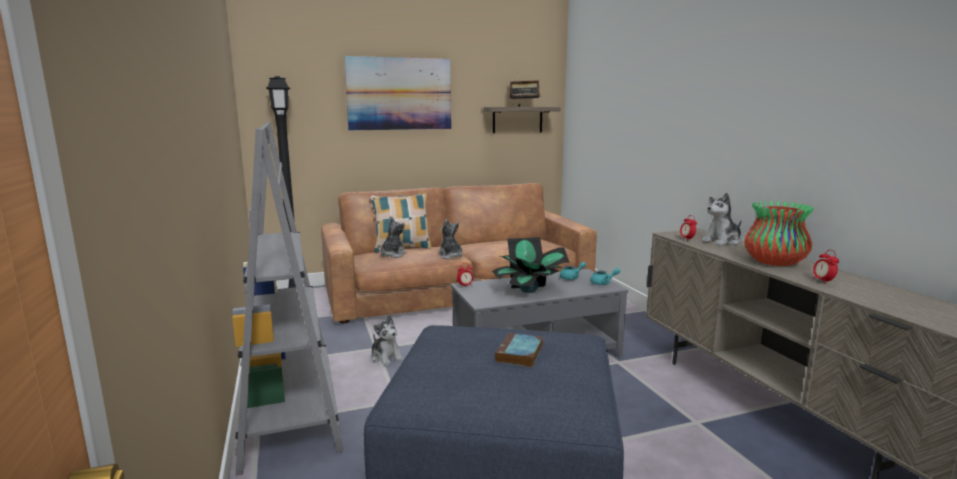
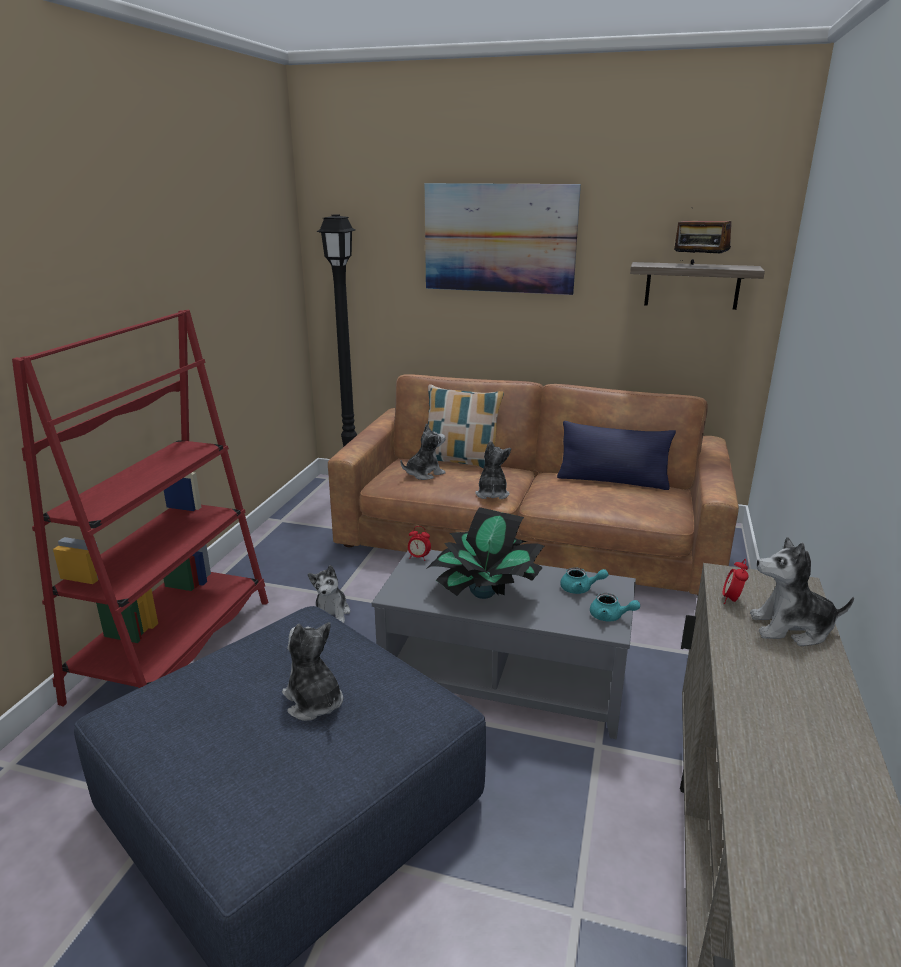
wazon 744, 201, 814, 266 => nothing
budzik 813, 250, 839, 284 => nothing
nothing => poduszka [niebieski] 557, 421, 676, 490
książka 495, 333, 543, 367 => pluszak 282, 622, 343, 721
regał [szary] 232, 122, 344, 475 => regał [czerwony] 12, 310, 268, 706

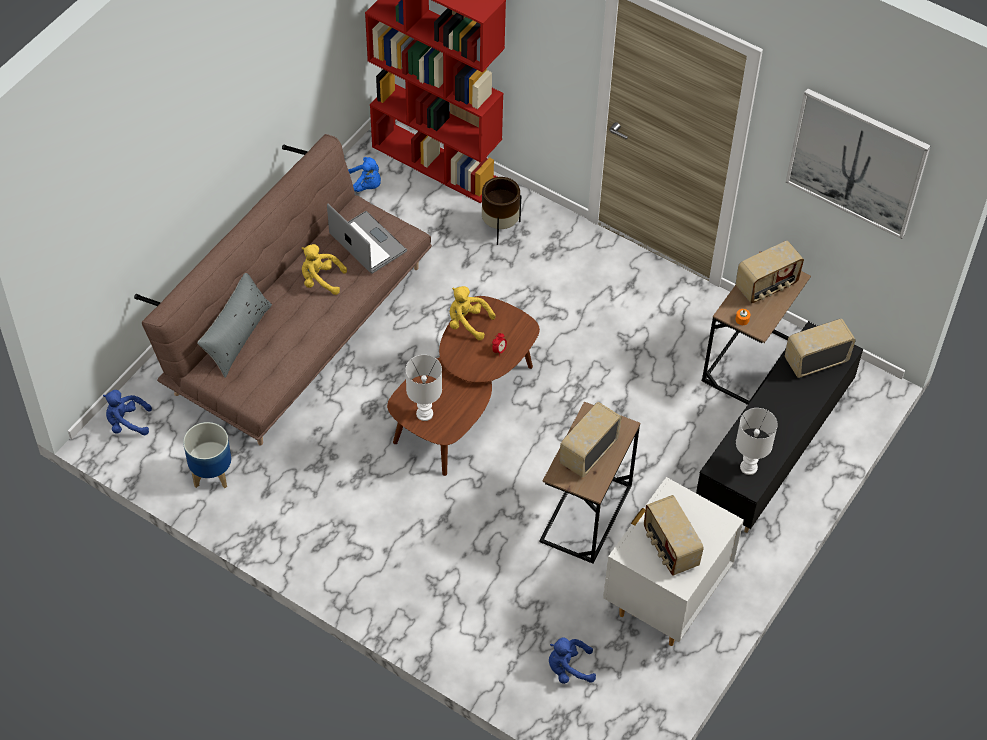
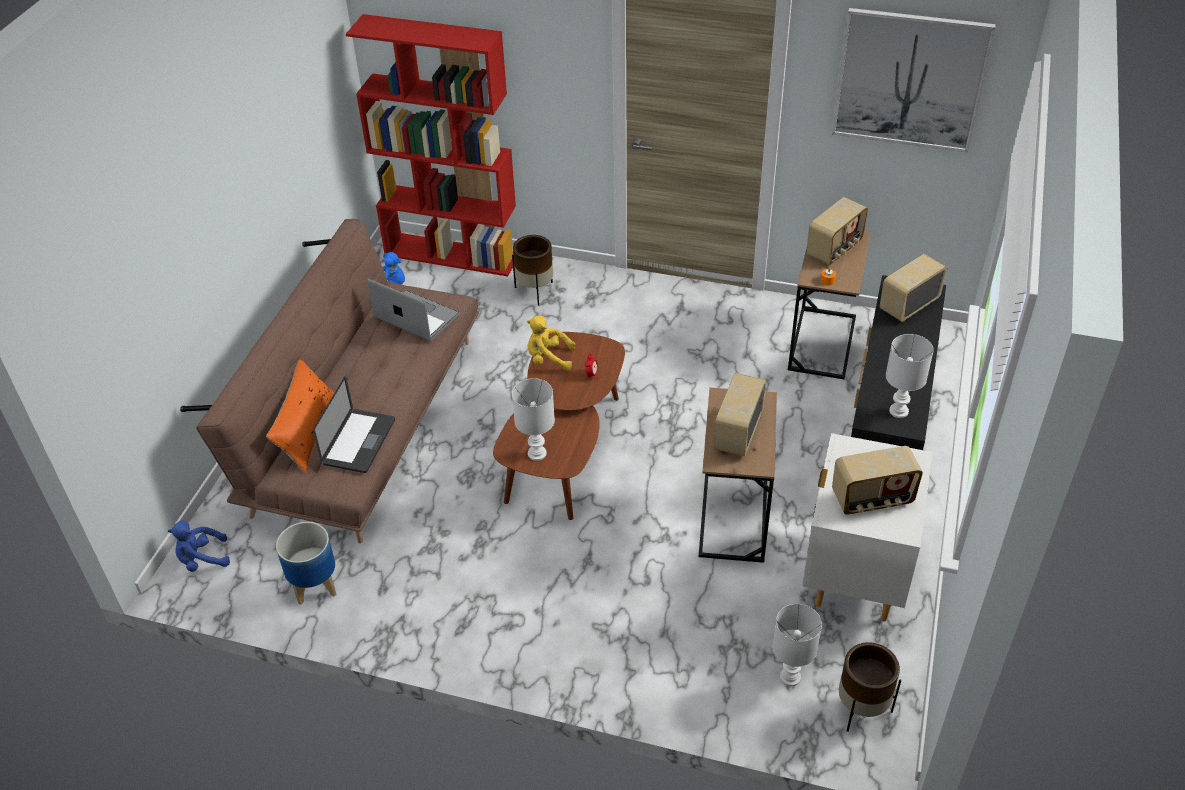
pluszak [żółty] 302, 244, 347, 295 => nothing
nothing => laptop 313, 376, 395, 473
nothing => donica [brązowy] 839, 642, 901, 732
pluszak [niebieski] 549, 637, 596, 684 => lampa stołowa [biały] 773, 604, 822, 686
poduszka [szary] 197, 273, 272, 378 => poduszka [pomarańczowy] 266, 360, 334, 473
radio 644, 495, 704, 576 => radio 832, 446, 923, 515, 60 degrees counterclockwise

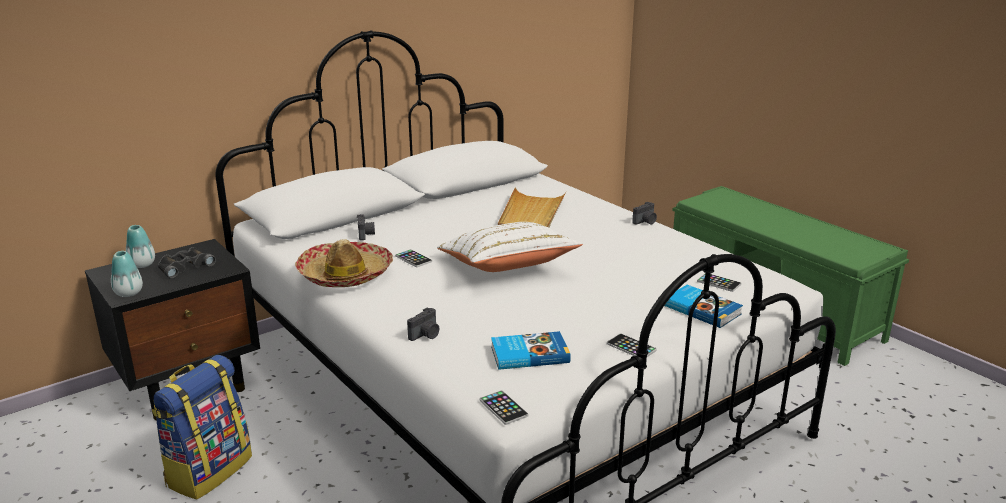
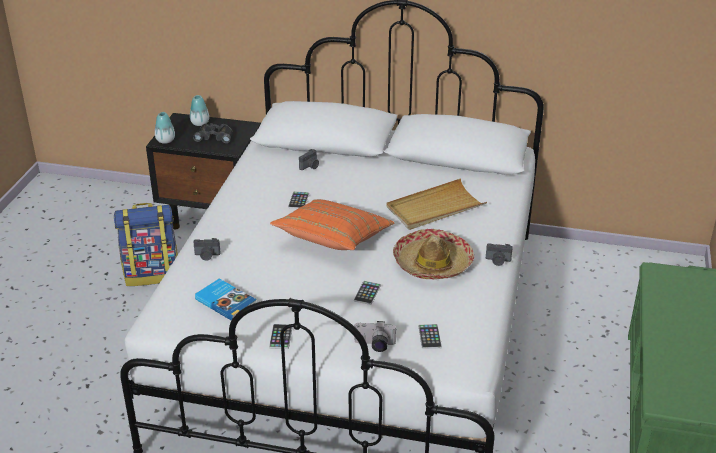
kapelusz 295, 239, 393, 287 => kapelusz 393, 229, 474, 279, shifted
telefon 479, 390, 528, 425 => telefon 354, 281, 381, 305, shifted
książka 664, 285, 743, 328 => aparat fotograficzny 355, 321, 397, 352
poduszka [biały] 437, 222, 583, 272 => poduszka [pomarańczowy] 270, 199, 395, 250

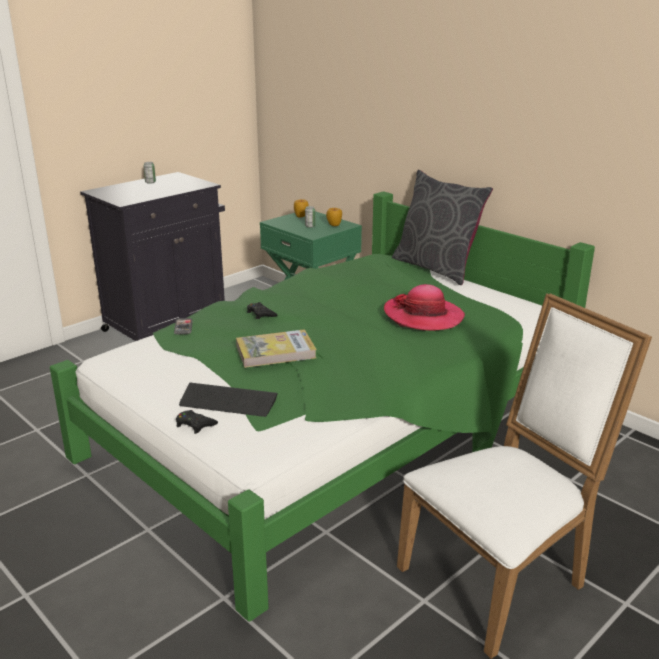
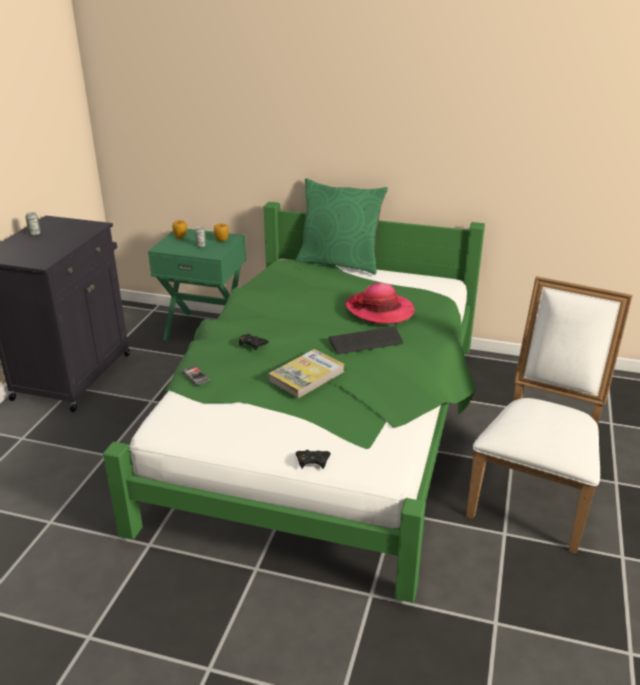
klawiatura 179, 383, 278, 417 => klawiatura 329, 327, 403, 354, shifted
poduszka [szary] 392, 170, 493, 285 => poduszka [zielony] 296, 178, 388, 275

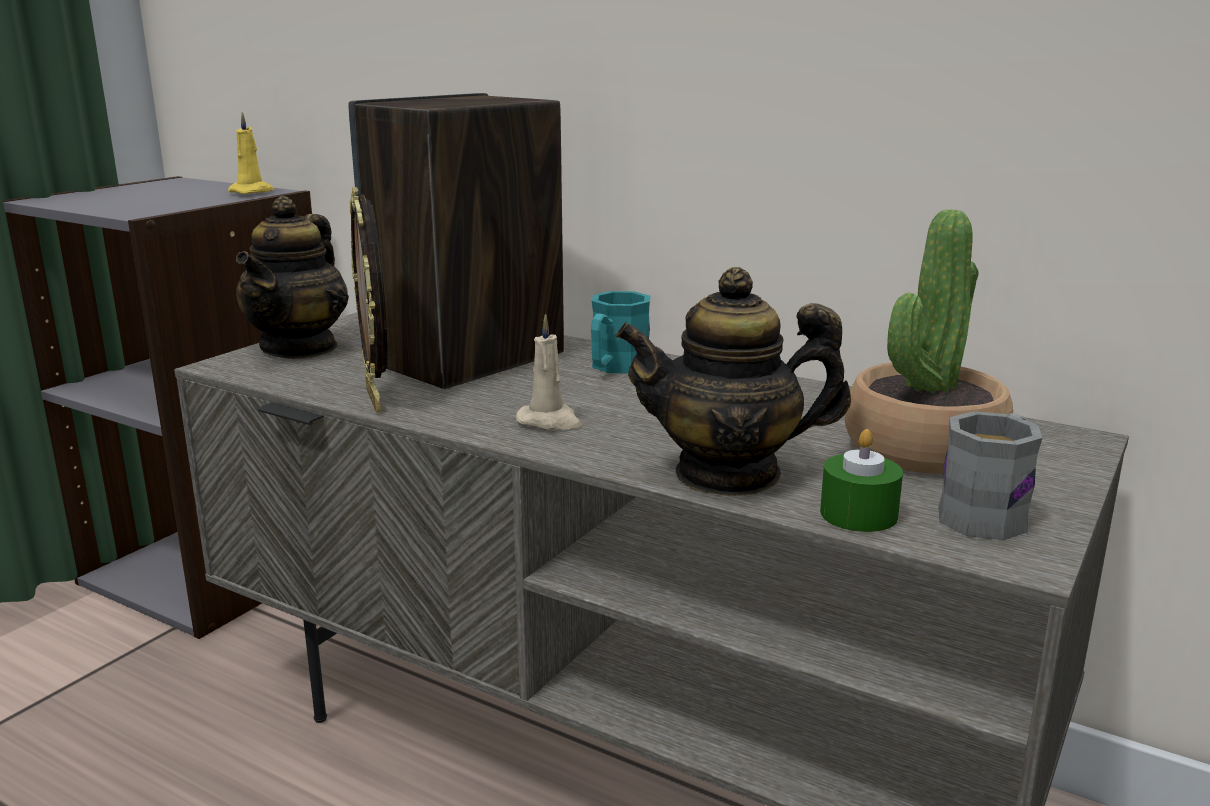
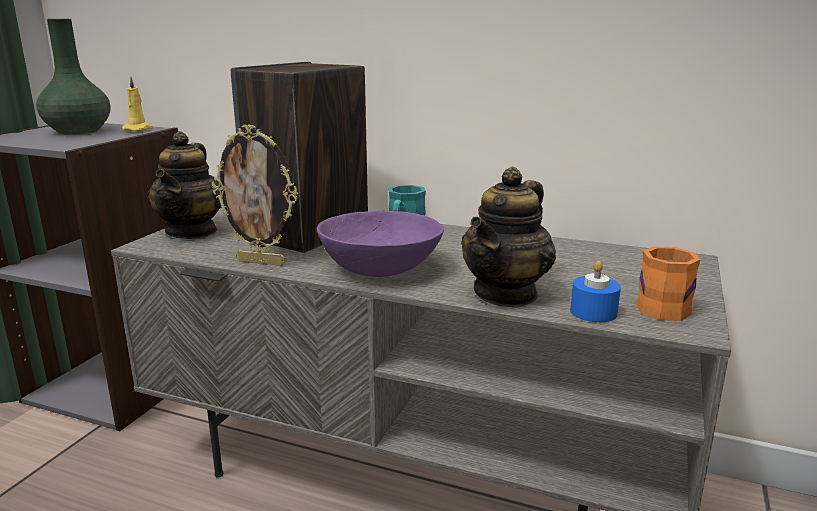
roślina doniczkowa 845, 209, 1013, 474 => nothing
nothing => wazon [zielony] 36, 19, 111, 135
świeca [beżowy] 516, 314, 582, 430 => miska [fioletowy] 317, 211, 444, 277
świeca [zielony] 820, 429, 903, 532 => świeca [niebieski] 570, 261, 621, 322
kubek [szary] 938, 411, 1042, 540 => kubek [pomarańczowy] 636, 246, 701, 321
ramka na zdjęcie 349, 187, 387, 412 => ramka na zdjęcie 212, 124, 298, 266, 45 degrees counterclockwise
imbryk 616, 267, 851, 496 => imbryk 461, 167, 556, 308, 45 degrees counterclockwise

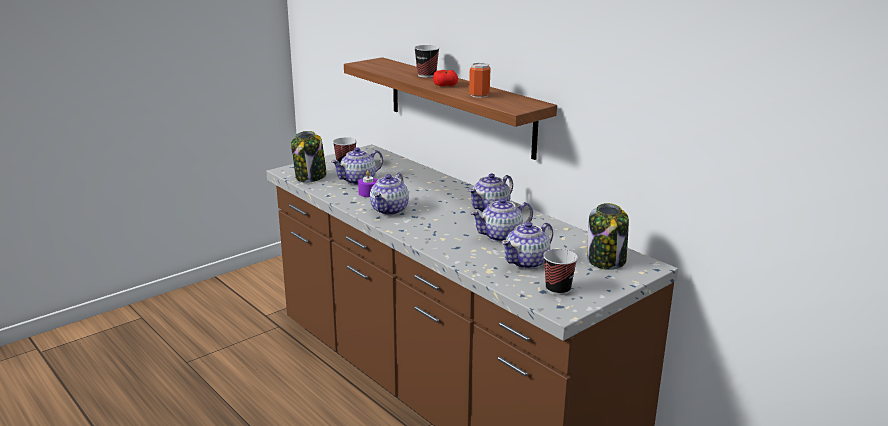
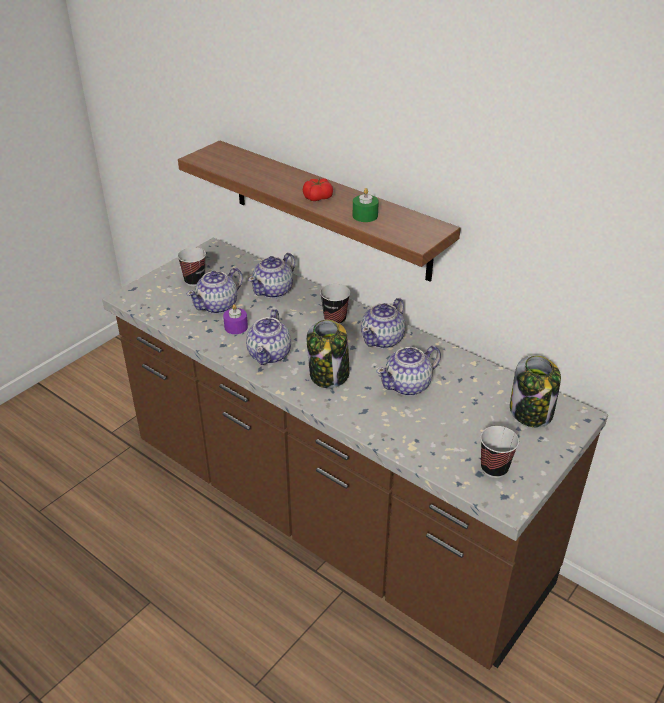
słoik 291, 131, 327, 183 => słoik 307, 320, 350, 388, shifted
filiżanka 414, 45, 440, 78 => filiżanka 320, 284, 350, 324, shifted
imbryk 501, 222, 553, 269 => imbryk 248, 253, 295, 299, shifted
puszka 469, 63, 490, 98 => świeca [zielony] 353, 188, 379, 222

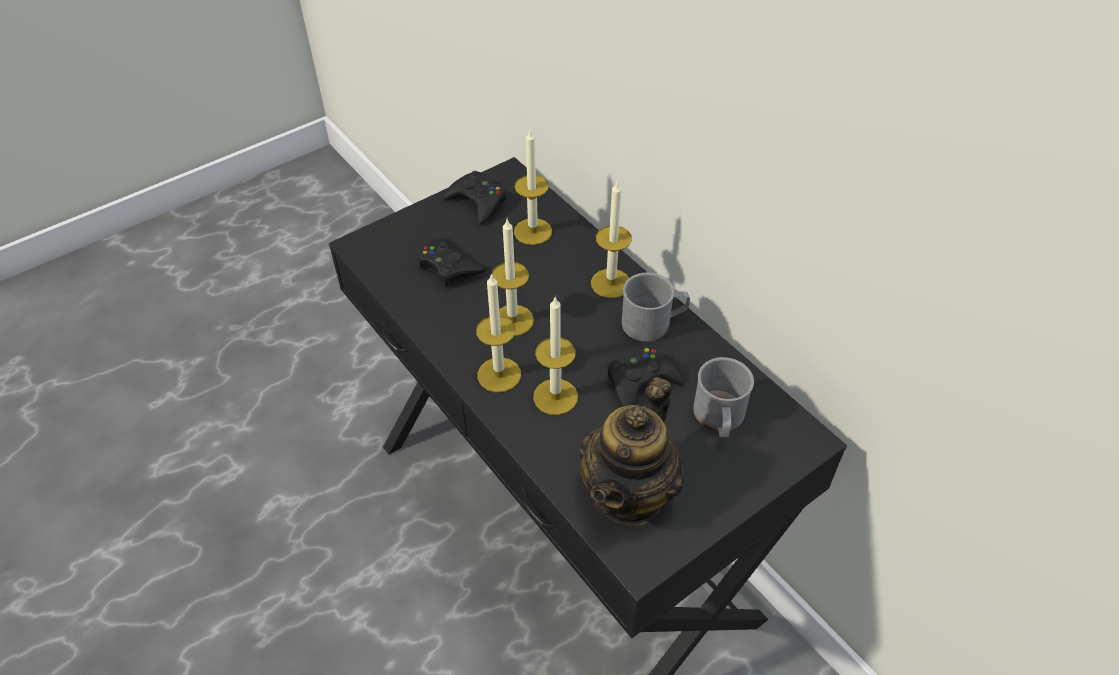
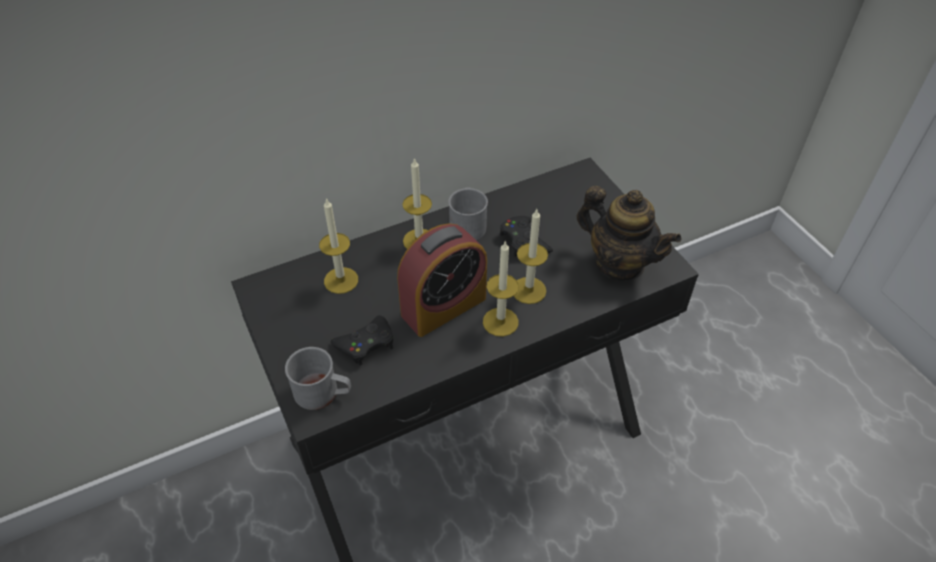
pad do gier [czarny] 442, 171, 506, 225 => nothing
kubek [szary] 693, 357, 754, 437 => kubek [szary] 285, 347, 351, 410, shifted
świeca 492, 219, 534, 336 => budzik 397, 223, 487, 337

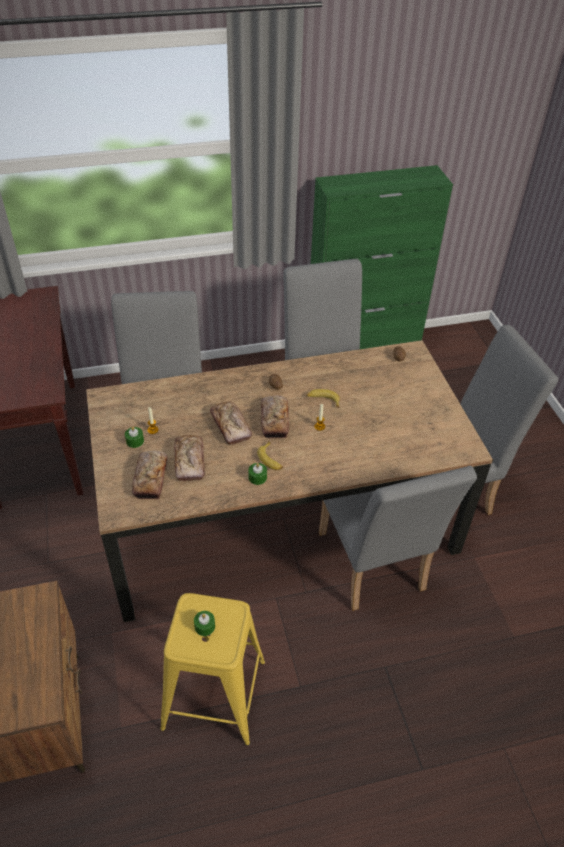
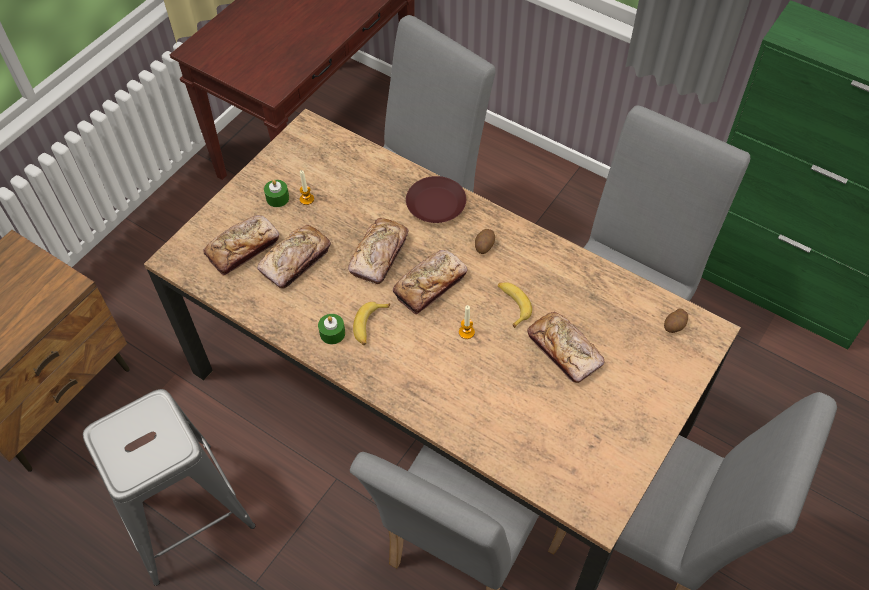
świeca [zielony] 194, 611, 215, 636 => nothing
nothing => talerz [brązowy] 406, 176, 466, 223
nothing => chleb 527, 312, 604, 383
stołek [żółty] 160, 593, 265, 746 => stołek [szary] 83, 389, 255, 586

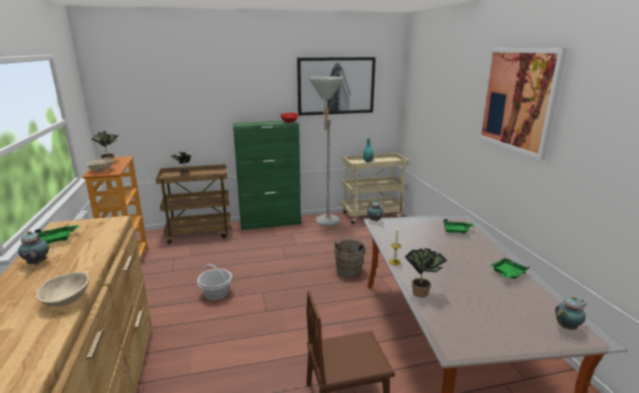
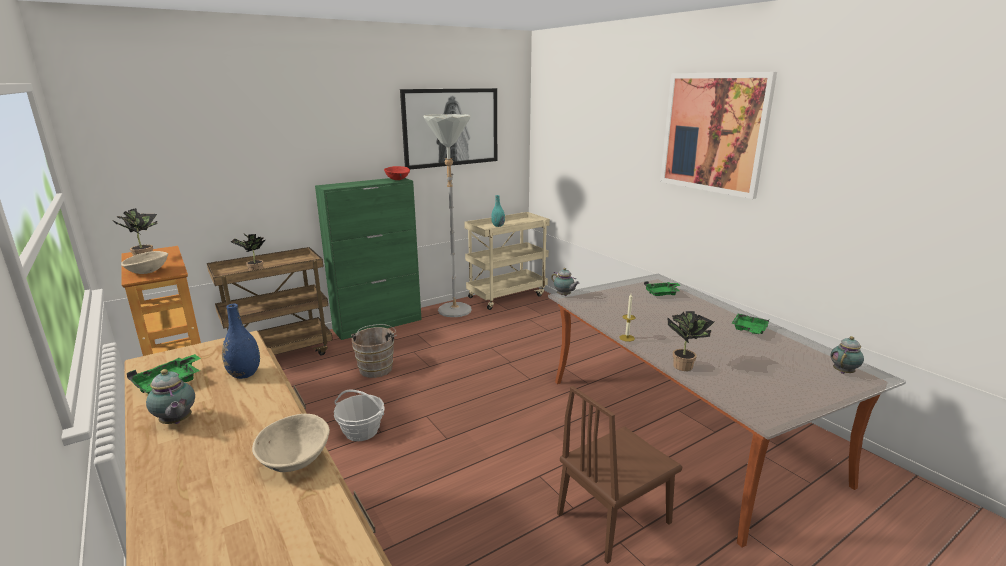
nothing => wazon [niebieski] 222, 303, 260, 379
wiadro [brązowy] 334, 237, 368, 278 => wiadro [brązowy] 351, 324, 397, 378, shifted

